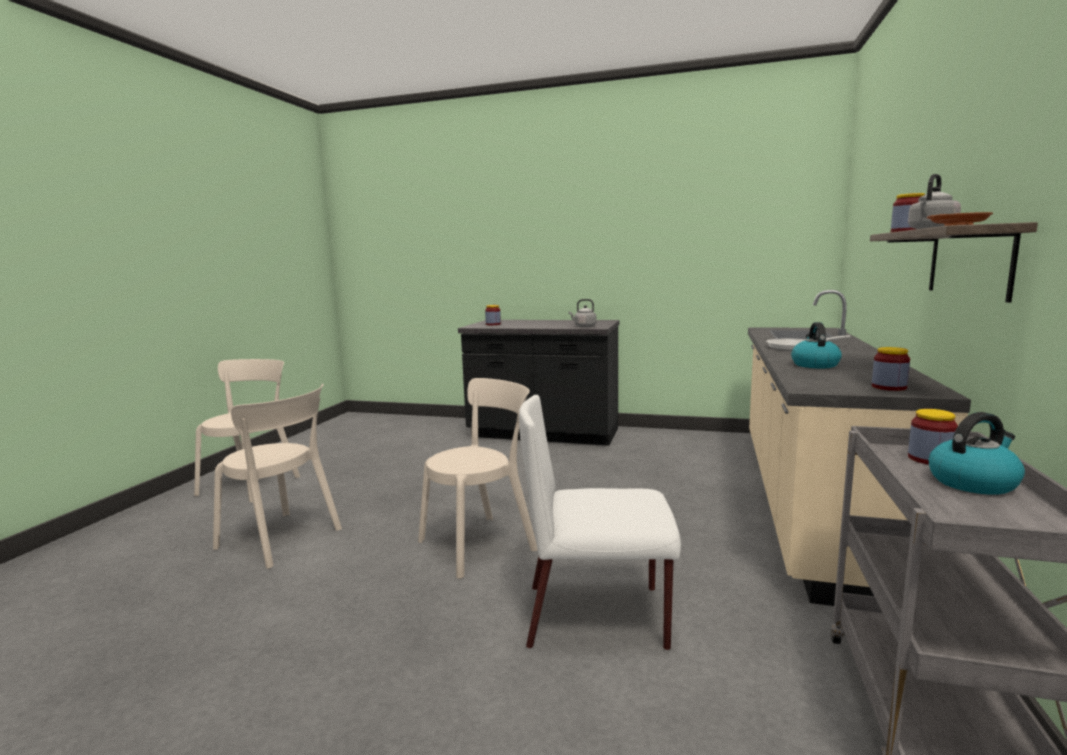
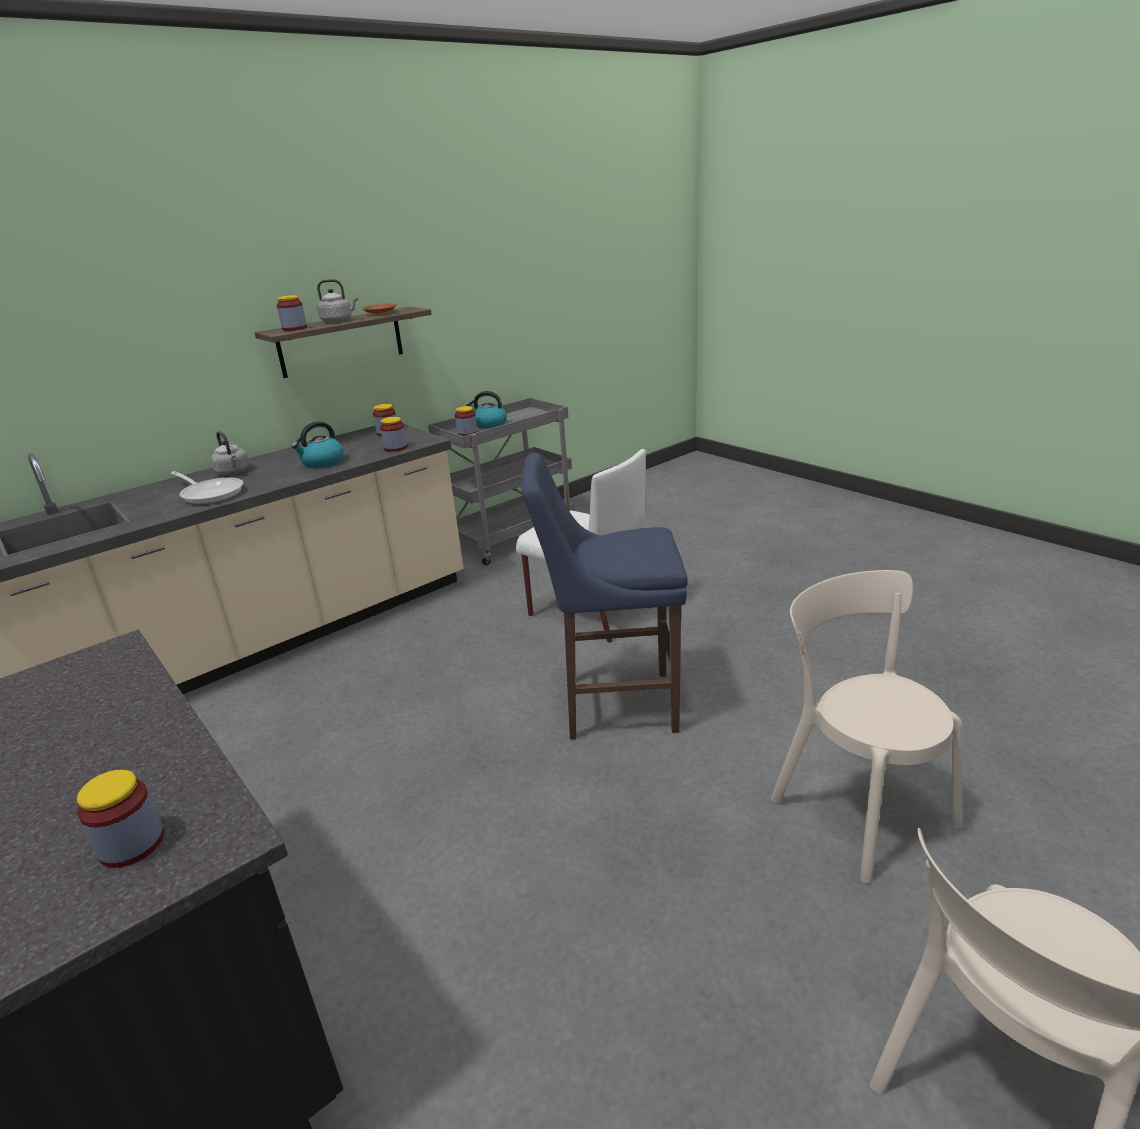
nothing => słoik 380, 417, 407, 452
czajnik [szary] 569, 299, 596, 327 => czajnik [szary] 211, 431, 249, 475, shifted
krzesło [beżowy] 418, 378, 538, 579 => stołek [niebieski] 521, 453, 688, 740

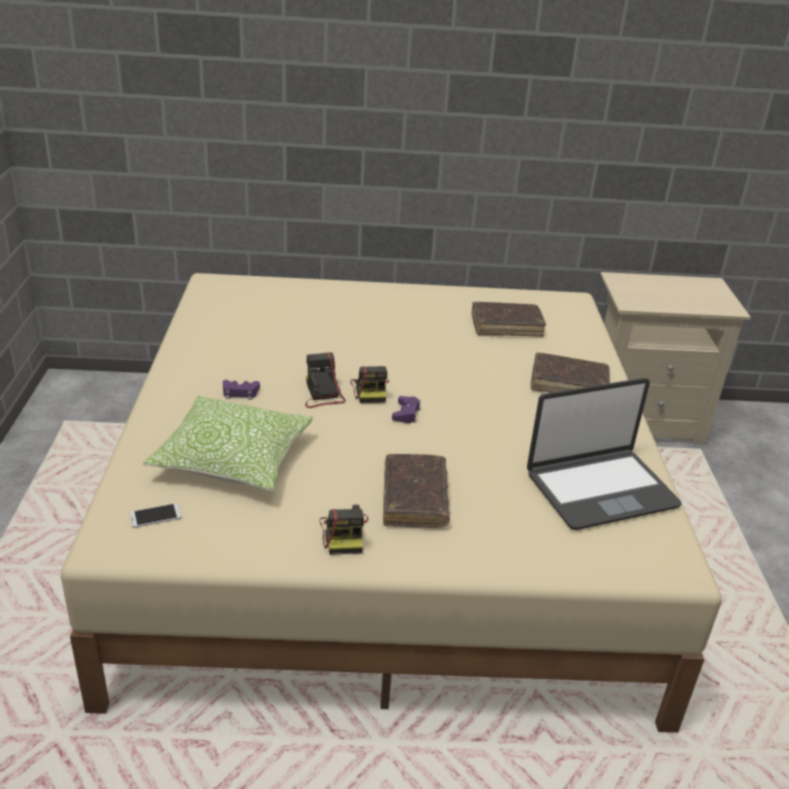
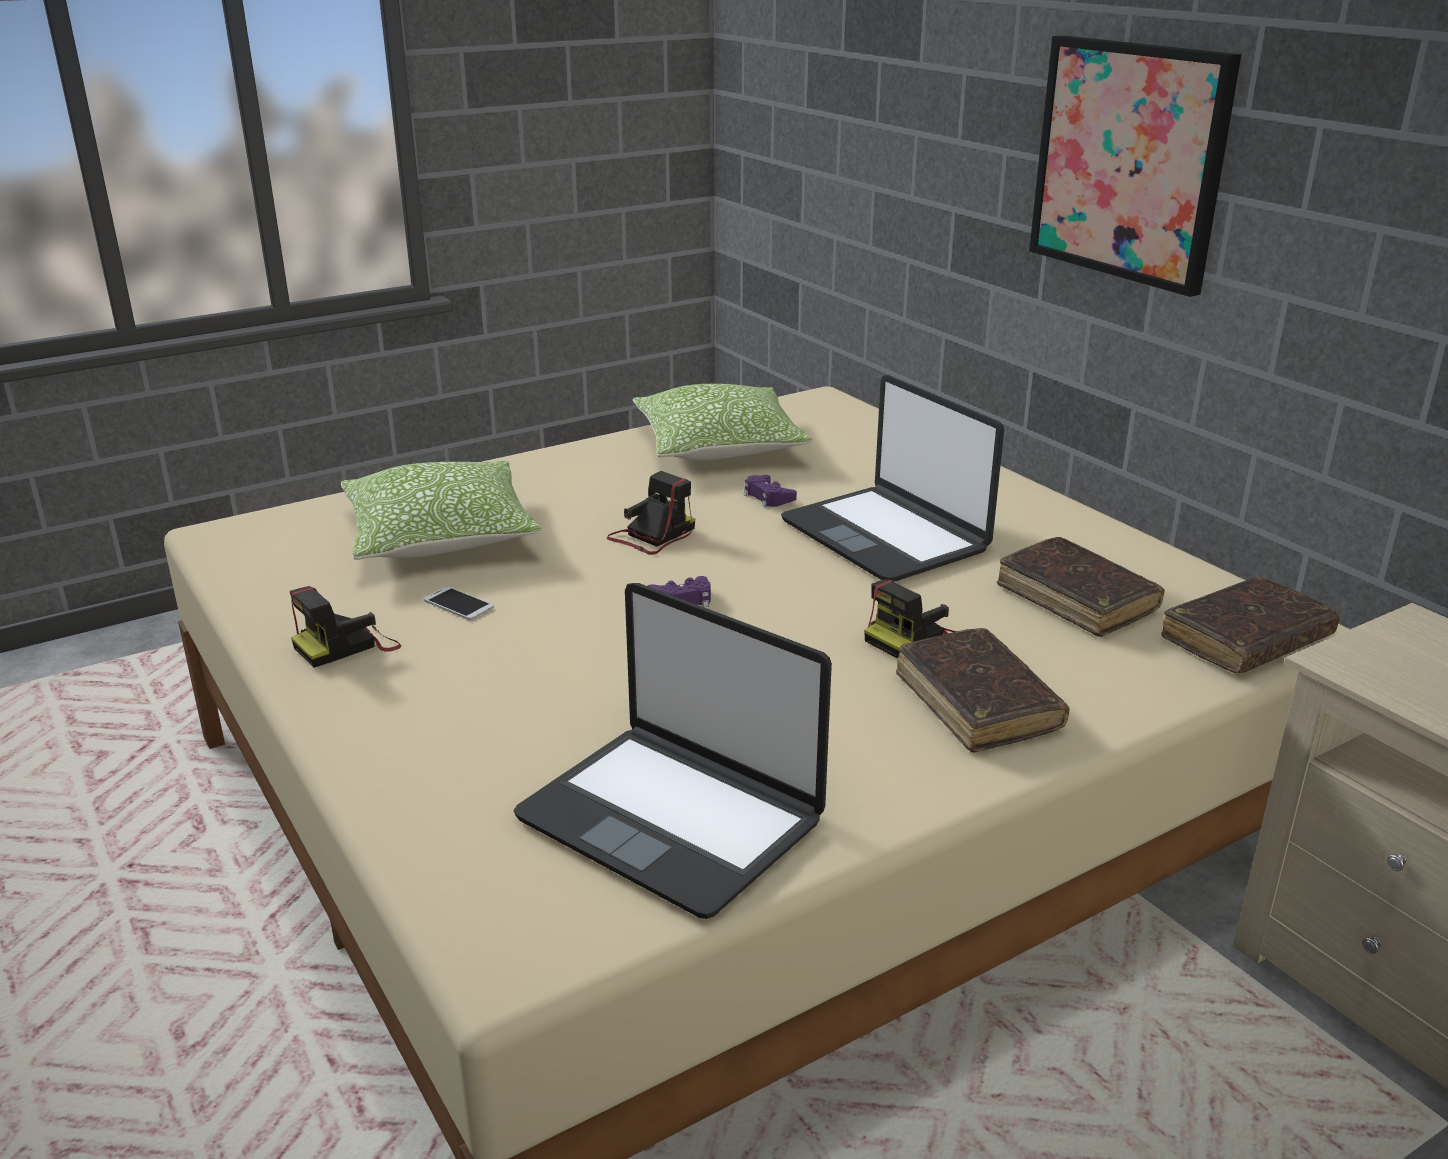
nothing => poduszka 633, 384, 813, 461
nothing => laptop 781, 375, 1004, 582
nothing => obraz 1029, 35, 1241, 297
telefon 129, 503, 182, 528 => telefon 424, 587, 494, 620, shifted
pad do gier [fioletowy] 223, 380, 260, 400 => pad do gier [fioletowy] 744, 475, 797, 508, shifted
aparat fotograficzny 350, 366, 389, 403 => aparat fotograficzny 864, 579, 957, 659, shifted
książka [brązowy] 383, 454, 450, 527 => książka [brązowy] 1161, 576, 1340, 674, shifted

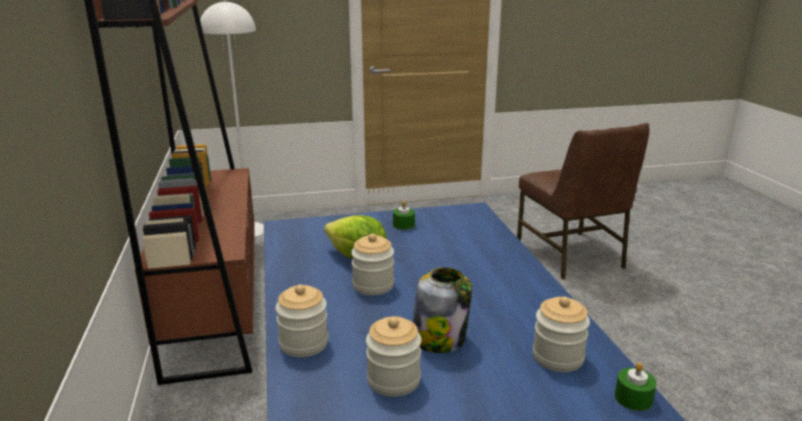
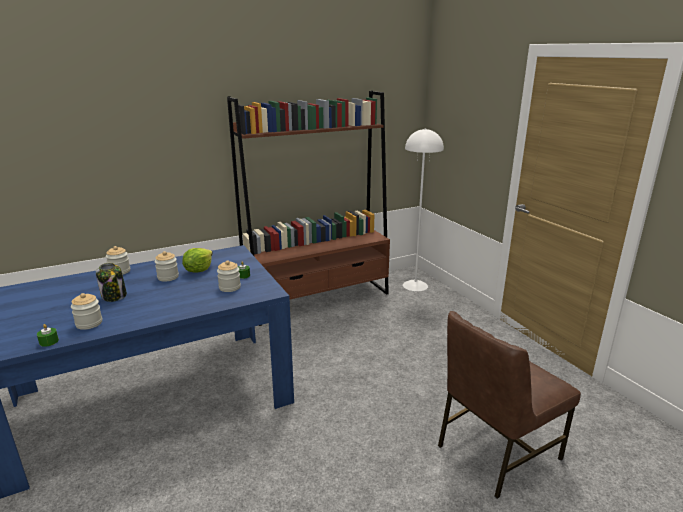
słoik 366, 316, 421, 397 => słoik 217, 260, 241, 292, shifted

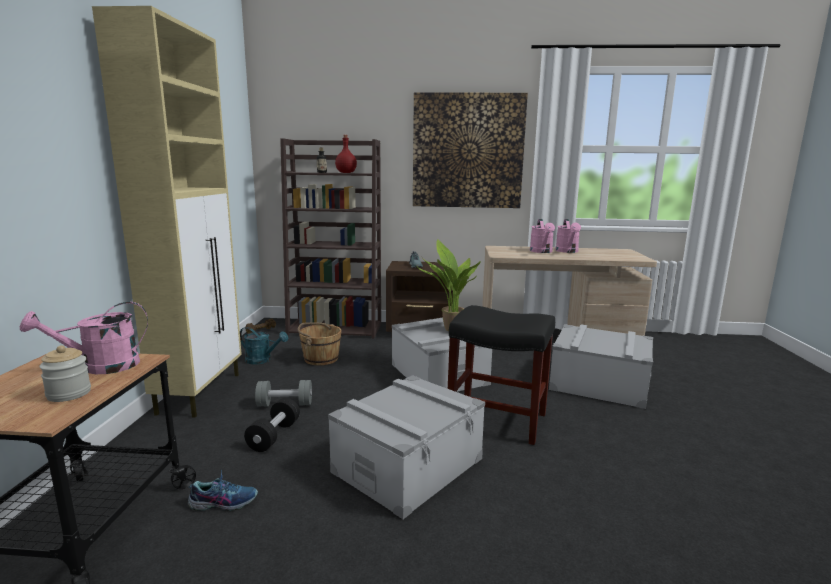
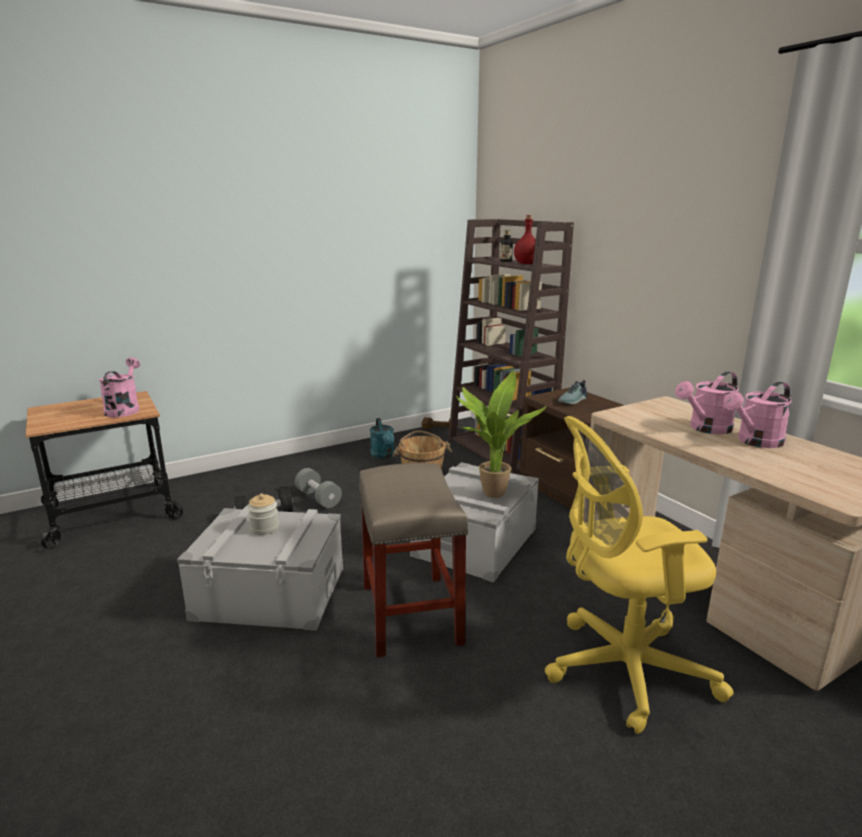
szafka [beżowy] 92, 6, 242, 418 => nothing
but 188, 470, 258, 511 => nothing
obraz 413, 92, 528, 208 => nothing
słoik 39, 345, 91, 402 => słoik 248, 494, 279, 535, shifted
pojemnik do przechowywania [szary] 549, 324, 653, 409 => krzesło biurowe [żółty] 544, 416, 734, 734
stołek [czarny] 448, 305, 555, 445 => stołek [beżowy] 359, 463, 468, 657
konewka [różowy] 19, 302, 148, 374 => konewka [różowy] 99, 357, 140, 417, 60 degrees clockwise

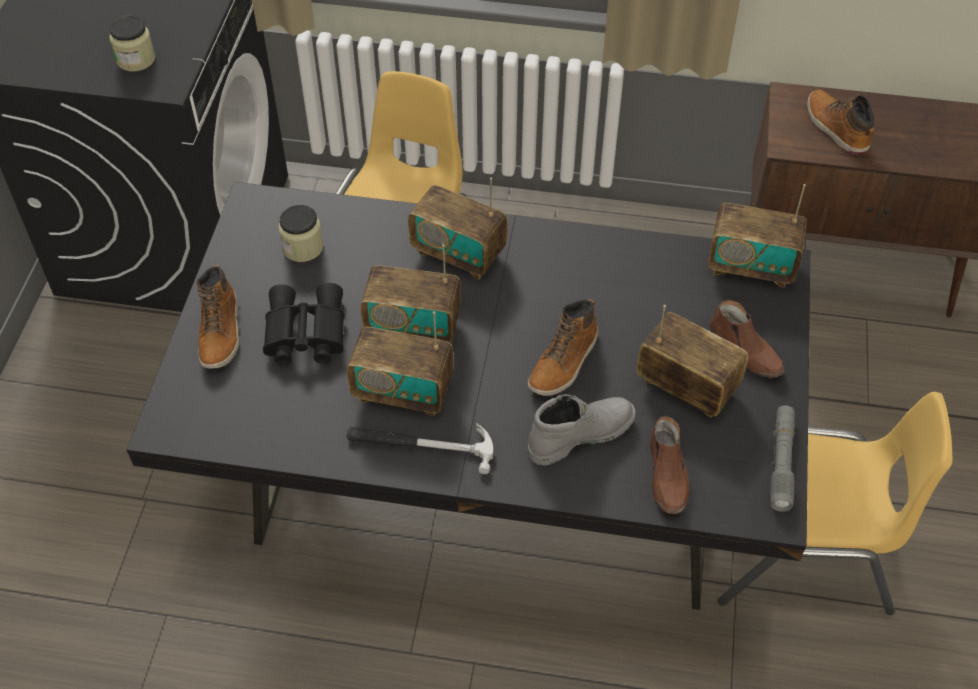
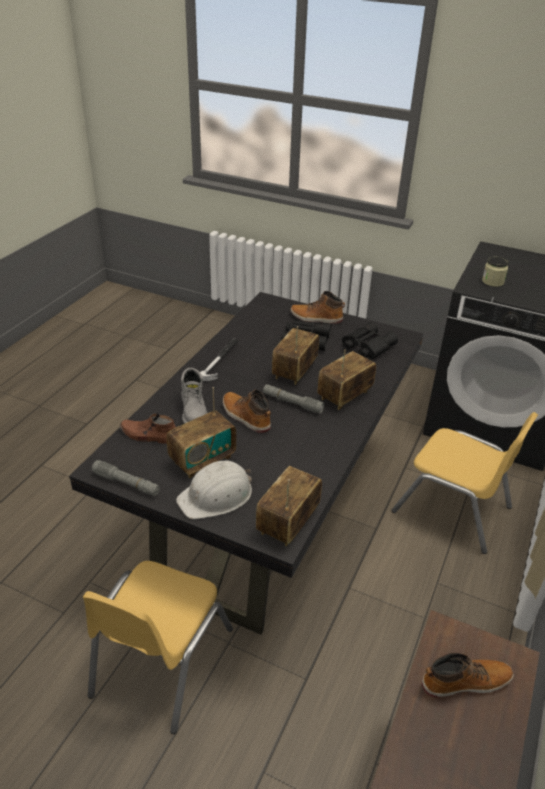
radio 347, 311, 454, 416 => nothing
nothing => latarka [szary] 263, 385, 324, 414
słoik 278, 205, 323, 262 => lornetka [czarny] 342, 322, 398, 359
but [brązowy] 709, 300, 785, 378 => kask [biały] 176, 461, 252, 519

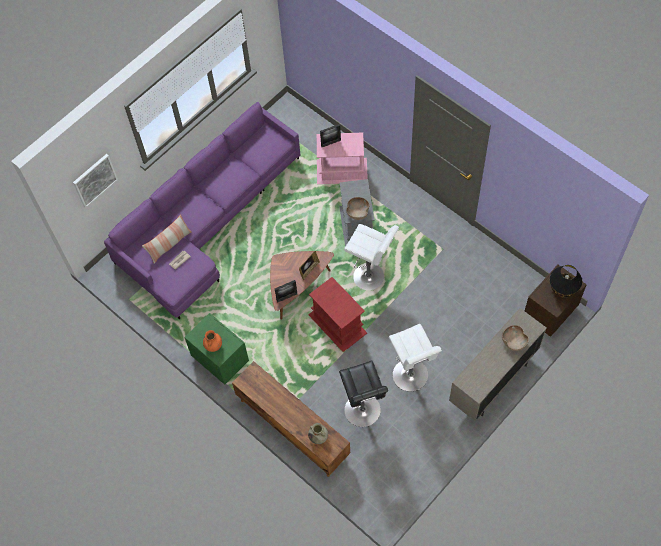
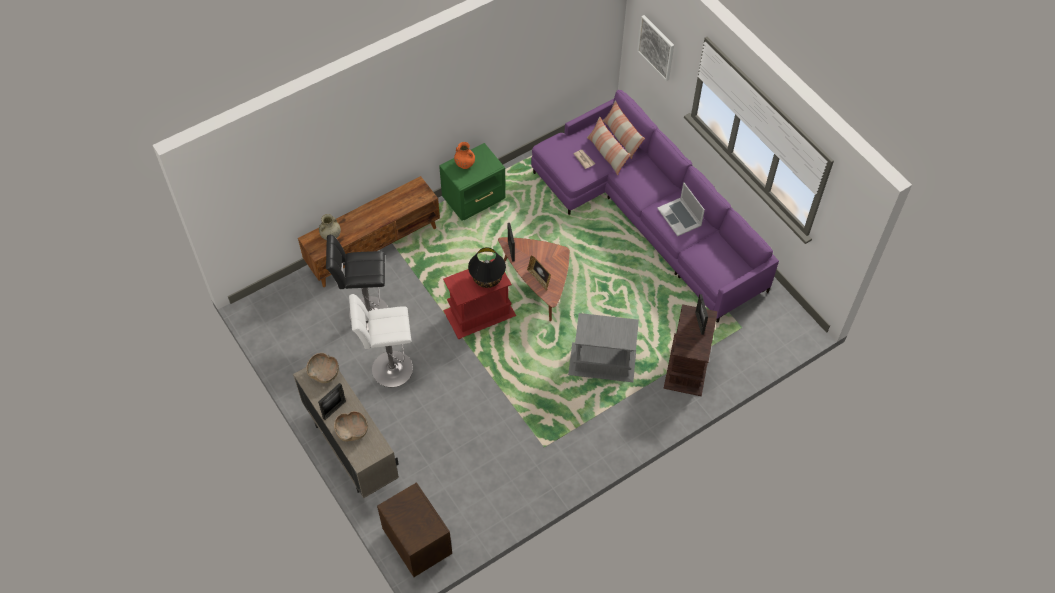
stołek [biały] 344, 224, 399, 290 => nothing
nothing => ramka na zdjęcie 318, 383, 346, 420
nothing => poduszka 603, 100, 645, 159
nothing => laptop 657, 182, 705, 236
miska [brązowy] 346, 197, 370, 220 => miska [brązowy] 306, 353, 339, 383, shifted
lampa stołowa [czarny] 550, 265, 582, 298 => lampa stołowa [czarny] 468, 247, 506, 288, shifted
stolik [różowy] 317, 132, 368, 184 => stolik [brązowy] 663, 304, 718, 396

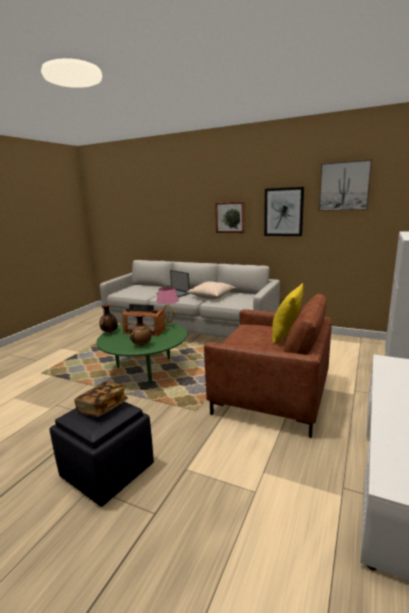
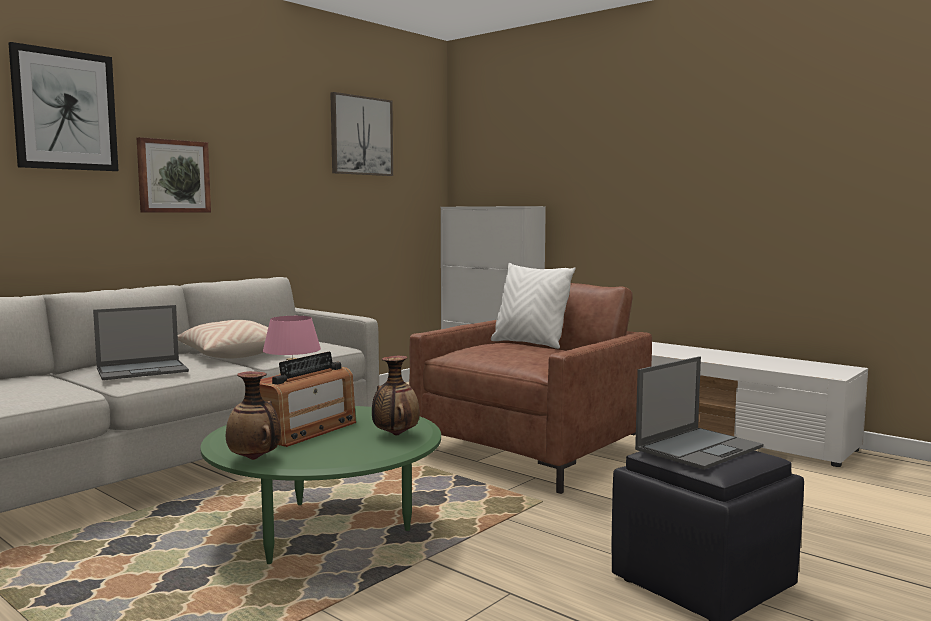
obraz 264, 187, 304, 236 => obraz 9, 42, 119, 171, shifted
książka 74, 381, 128, 417 => laptop 635, 356, 763, 470
poduszka [żółty] 272, 283, 303, 344 => poduszka [biały] 491, 263, 576, 349

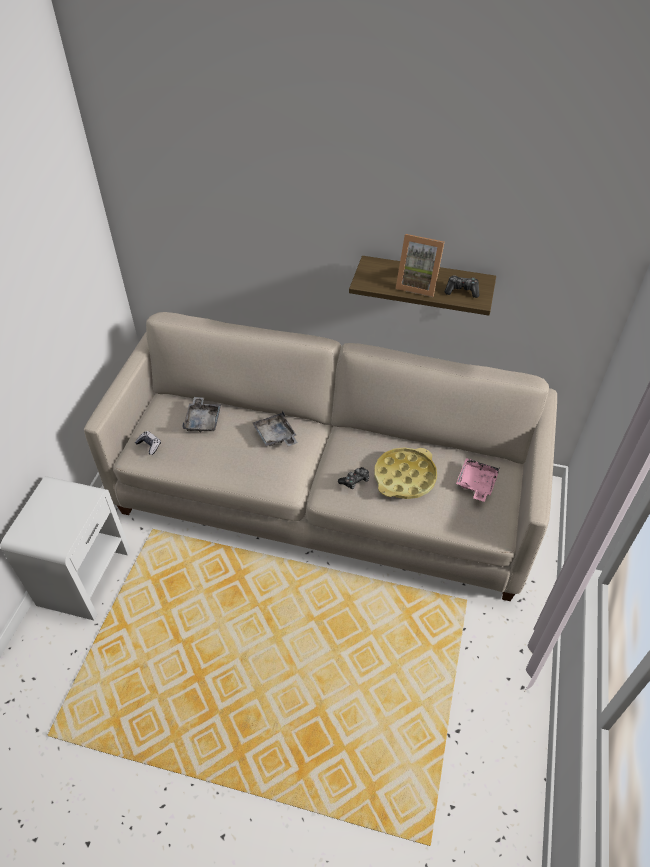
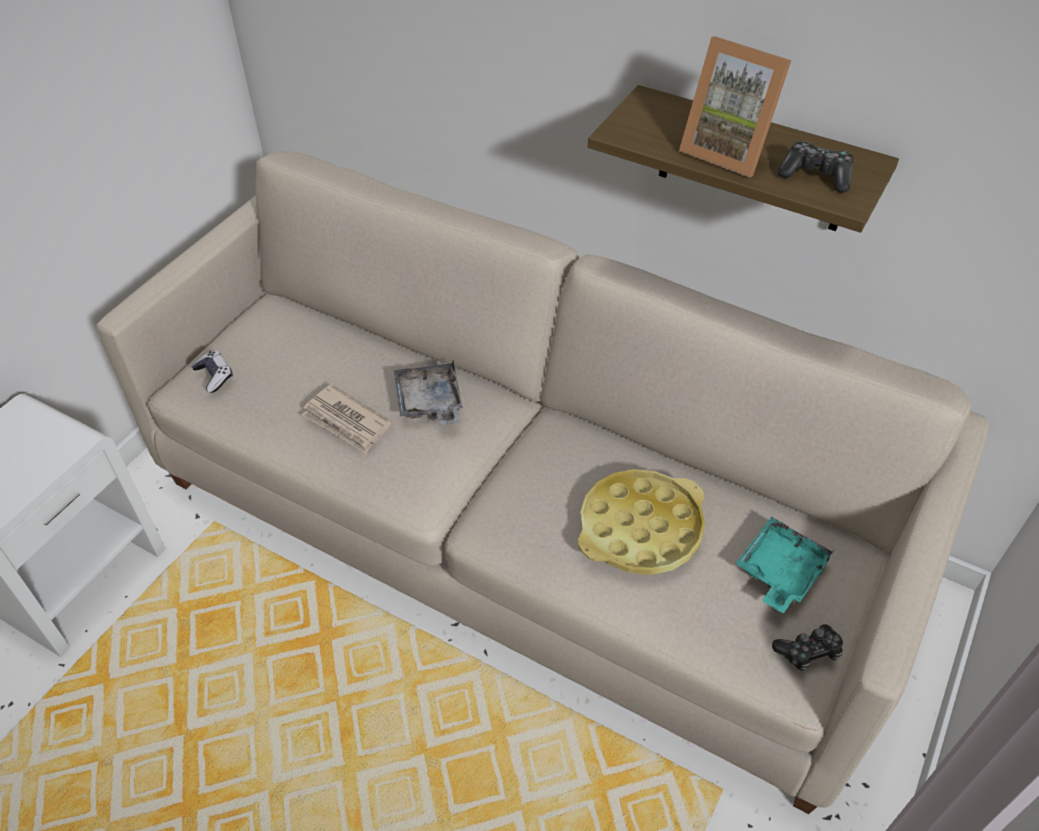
taca [szary] 182, 397, 221, 432 => nothing
nothing => gazeta 302, 384, 392, 453
pad do gier 338, 467, 369, 489 => pad do gier 772, 624, 843, 671, shifted
taca [różowy] 456, 458, 500, 502 => taca [turkusowy] 735, 517, 835, 614

